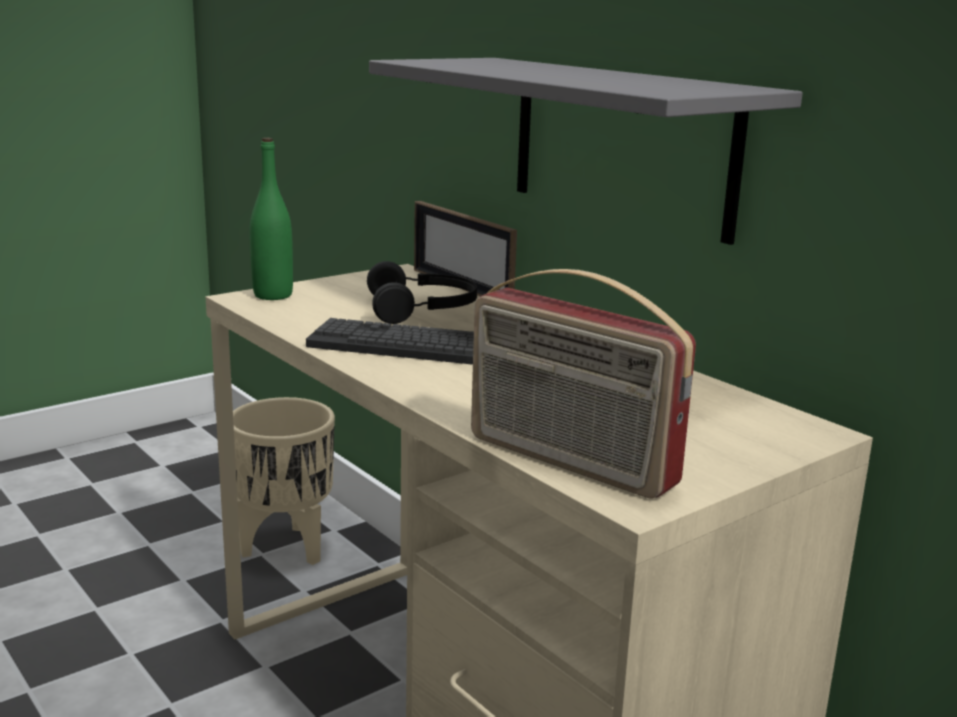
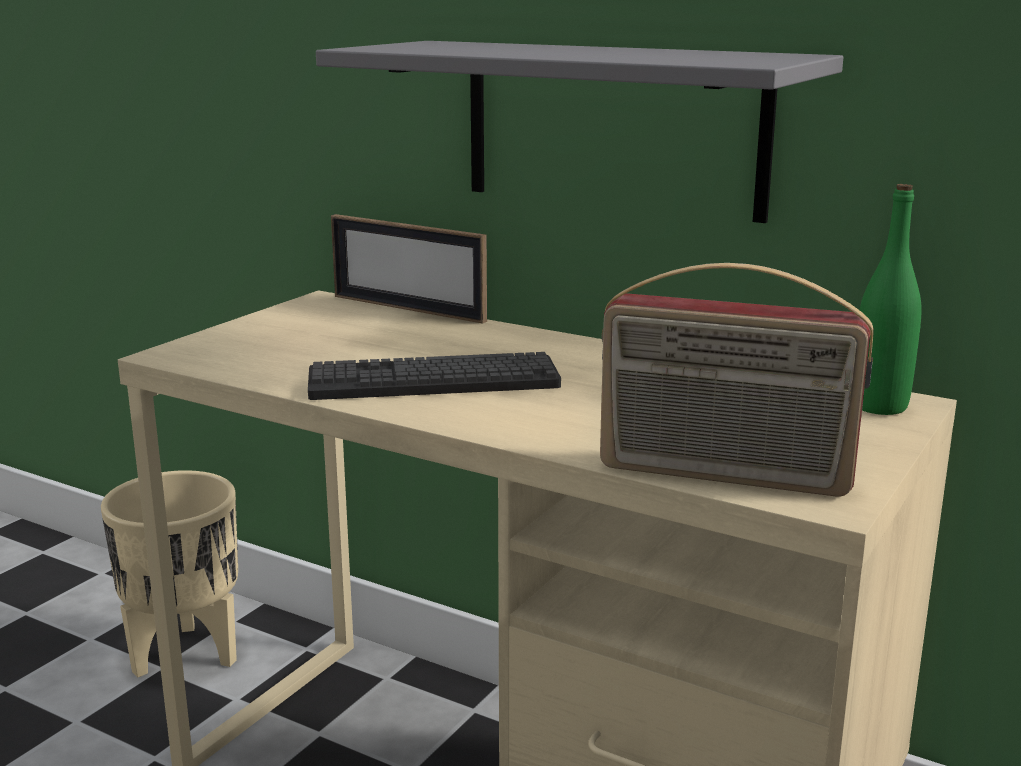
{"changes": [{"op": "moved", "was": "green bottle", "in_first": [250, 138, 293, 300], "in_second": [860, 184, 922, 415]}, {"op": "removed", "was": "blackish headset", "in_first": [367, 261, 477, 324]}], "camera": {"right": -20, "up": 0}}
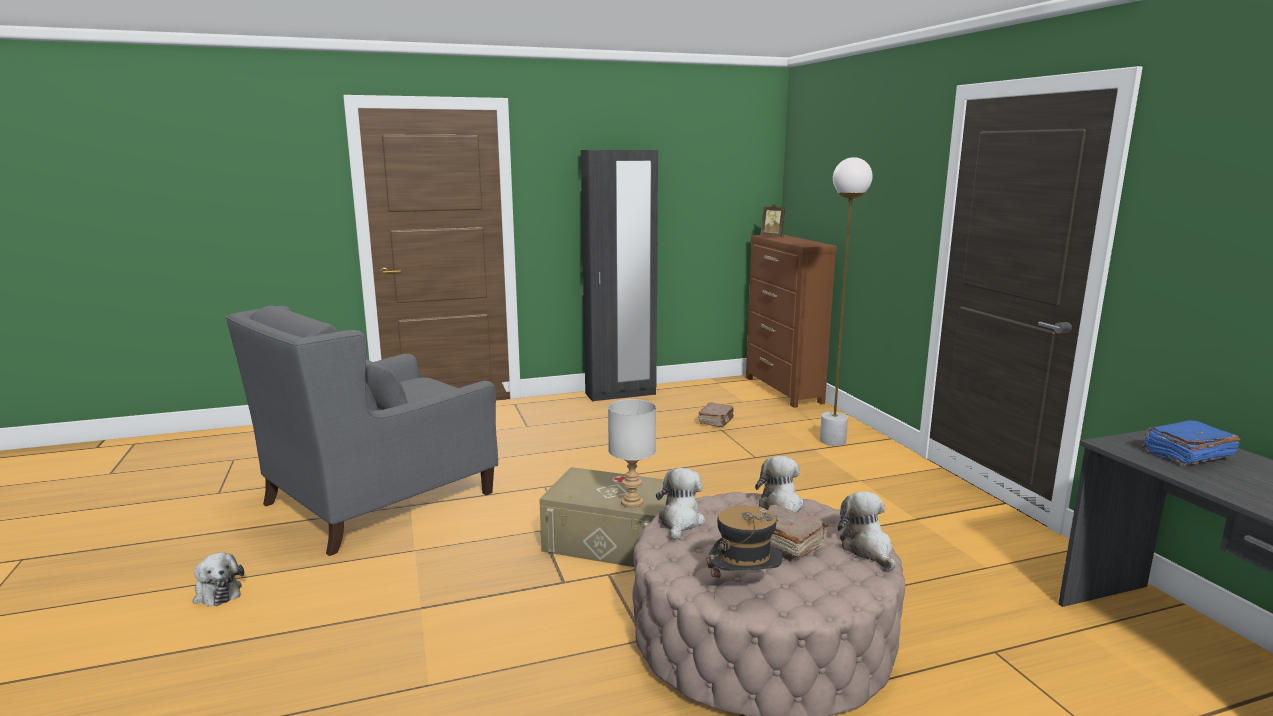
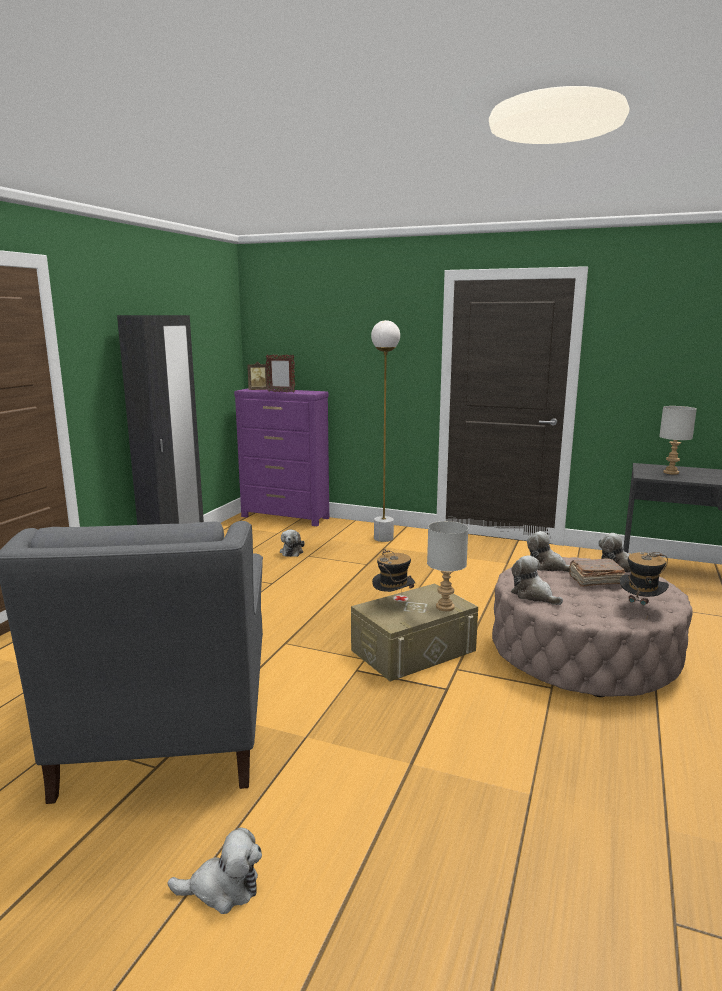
{"changes": [{"op": "recoloured", "was": "brown drawer chest", "now": "purplish drawer chest", "in_first": [746, 234, 837, 408], "in_second": [234, 388, 329, 526]}, {"op": "replaced", "was": "brown volume", "now": "cuddly toy", "in_first": [698, 402, 734, 427], "in_second": [280, 530, 305, 557]}, {"op": "replaced", "was": "blue volume", "now": "gray lamp for a table", "in_first": [1142, 420, 1240, 466], "in_second": [659, 406, 697, 475]}, {"op": "added", "now": "standing frame", "in_second": [265, 354, 295, 393]}, {"op": "added", "now": "clothing hat", "in_second": [372, 549, 415, 592]}], "camera": {"right": -50, "up": 0}}
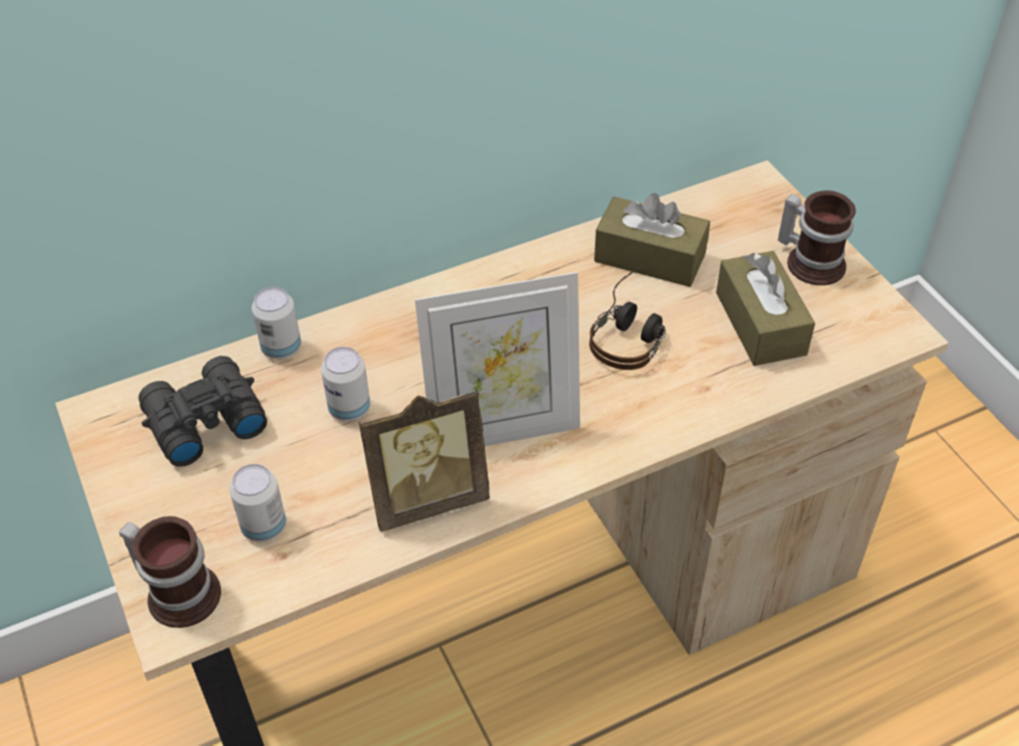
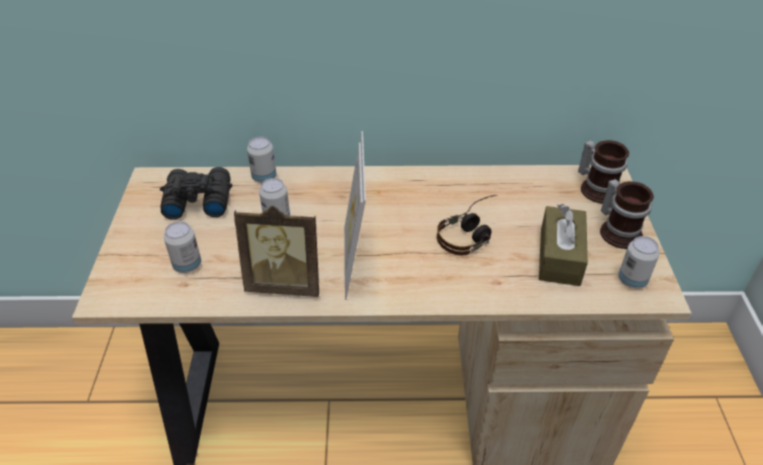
{"changes": [{"op": "removed", "was": "brown tissue box", "in_first": [594, 193, 710, 287]}, {"op": "turned", "was": "standing frame", "in_first": [415, 272, 580, 446], "in_second": [344, 131, 366, 300], "clockwise": 75}, {"op": "moved", "was": "tea mug", "in_first": [119, 516, 221, 628], "in_second": [578, 140, 629, 204]}, {"op": "added", "now": "sealed can", "in_second": [618, 236, 660, 289]}], "camera": {"right": 25, "up": -5}}
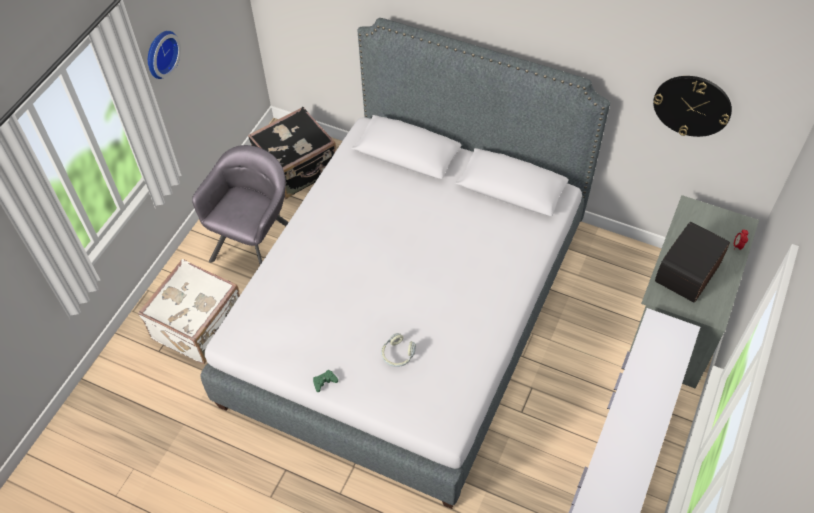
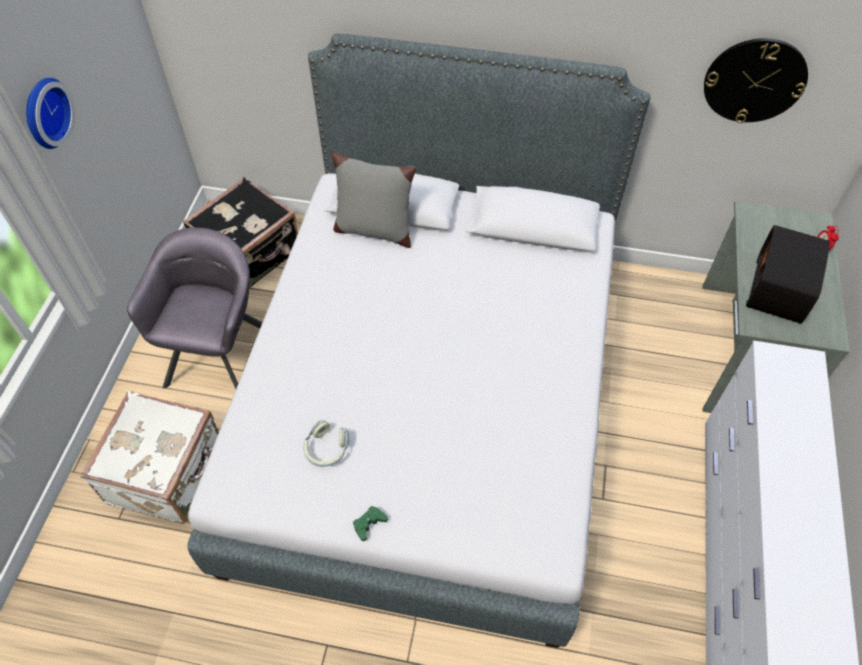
{"changes": [{"op": "moved", "was": "headset", "in_first": [381, 333, 416, 367], "in_second": [303, 420, 349, 467]}, {"op": "added", "now": "gray throw pillow", "in_second": [332, 152, 416, 248]}], "camera": {"right": -15, "up": 0}}
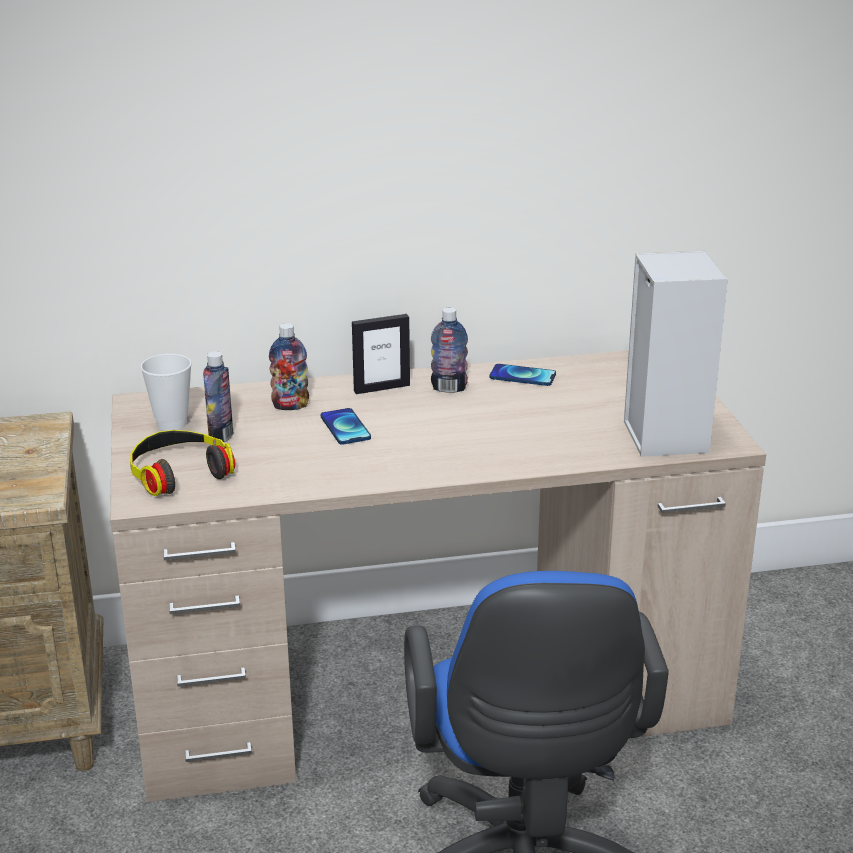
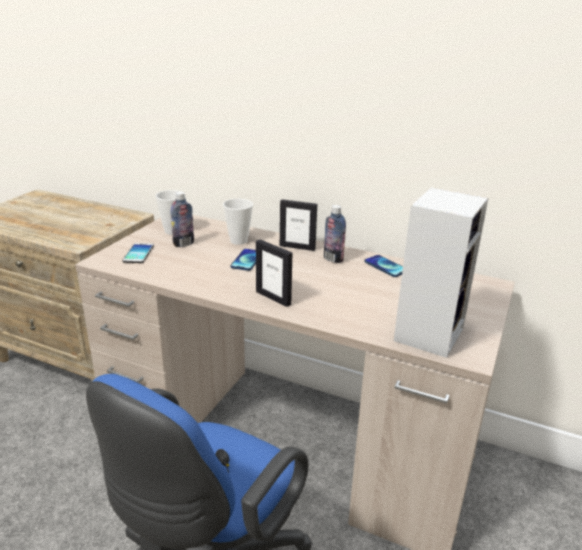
{"changes": [{"op": "replaced", "was": "bottle", "now": "small cup", "in_first": [269, 323, 309, 410], "in_second": [223, 199, 253, 245]}, {"op": "replaced", "was": "headset", "now": "handset", "in_first": [130, 430, 235, 496], "in_second": [123, 243, 154, 263]}, {"op": "added", "now": "standing frame", "in_second": [256, 240, 292, 307]}], "camera": {"right": 35, "up": 0}}
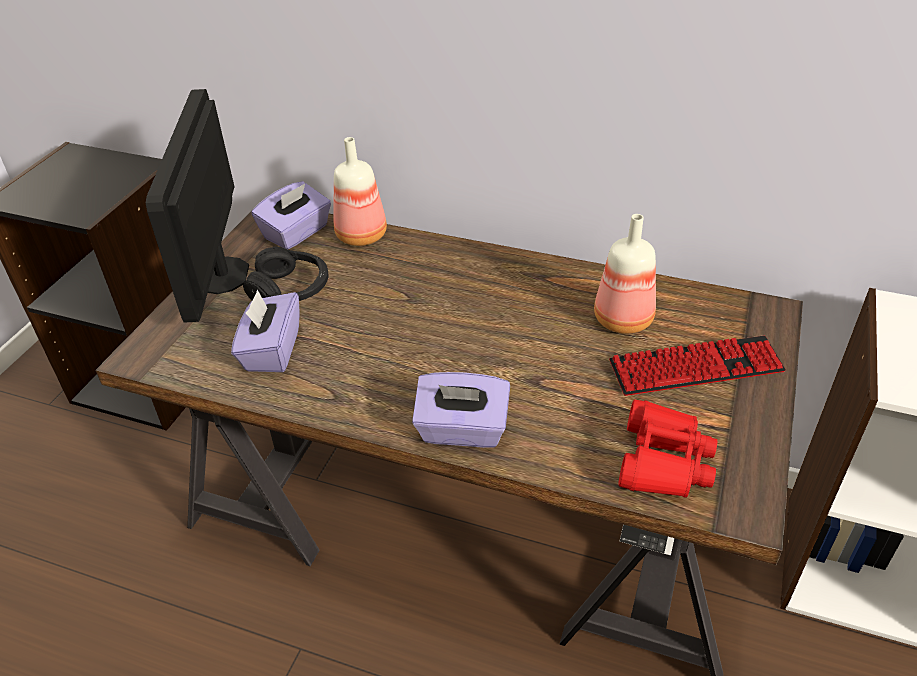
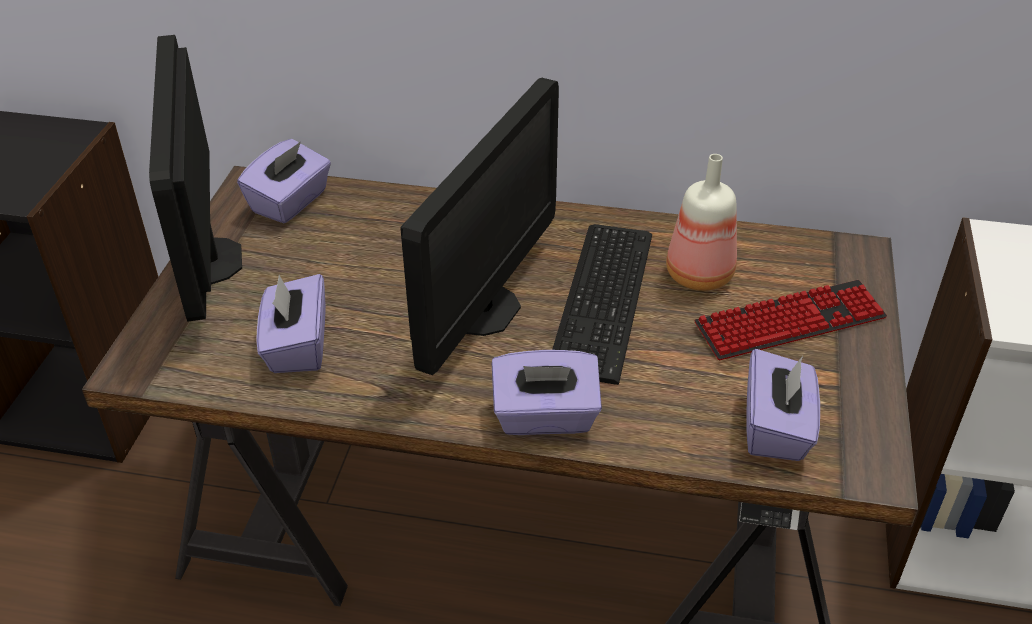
{"changes": [{"op": "removed", "was": "bottle", "in_first": [333, 137, 387, 246]}, {"op": "removed", "was": "blackish headset", "in_first": [243, 247, 328, 301]}, {"op": "replaced", "was": "reddish pair of binoculars", "now": "purplish tissue box", "in_first": [618, 399, 717, 498], "in_second": [746, 349, 820, 461]}, {"op": "added", "now": "monitor", "in_second": [400, 78, 559, 375]}, {"op": "added", "now": "computer keyboard", "in_second": [552, 224, 652, 385]}], "camera": {"right": -10, "up": 0}}
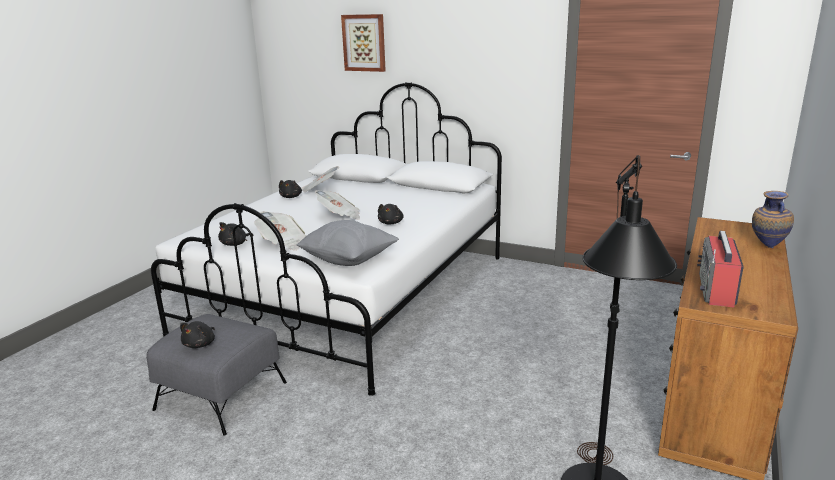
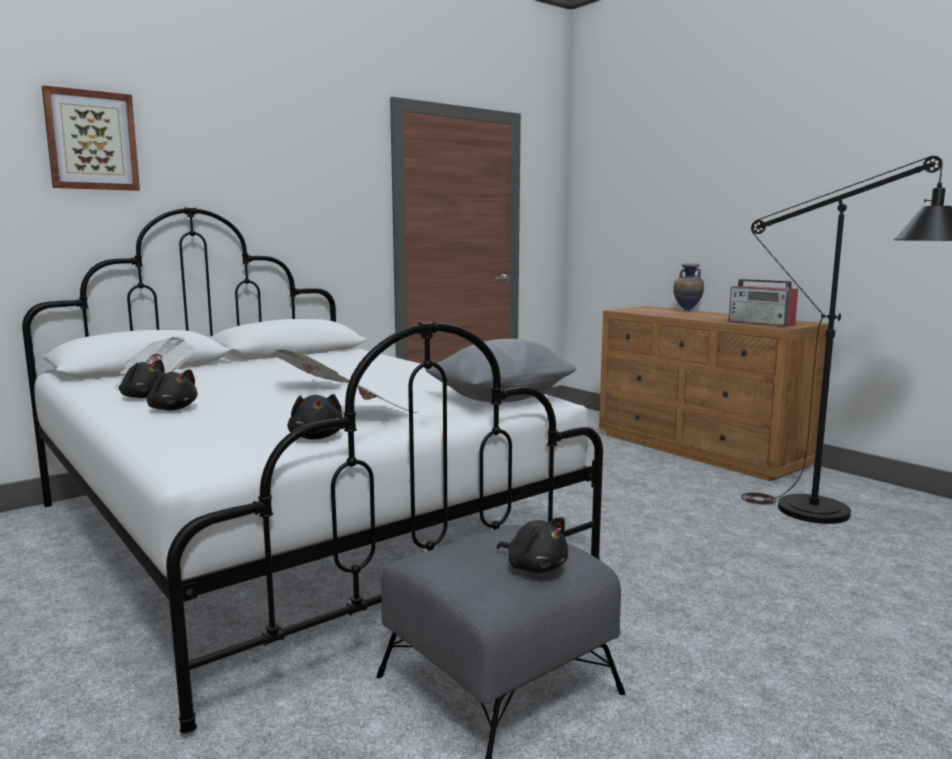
{"changes": [{"op": "moved", "was": "blackish cuddly toy", "in_first": [378, 204, 404, 225], "in_second": [147, 369, 198, 411]}], "camera": {"right": -65, "up": -10}}
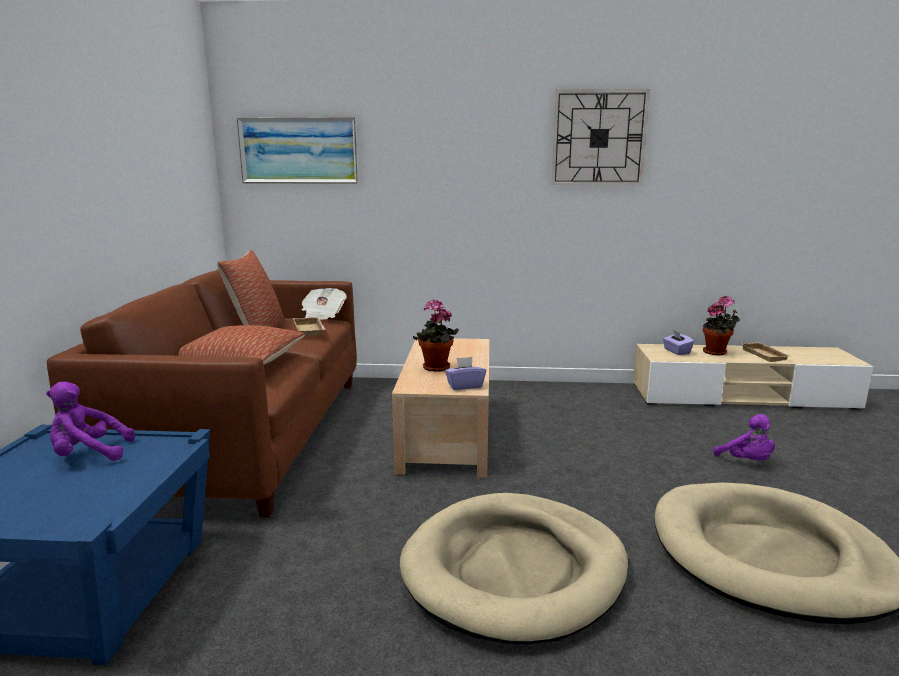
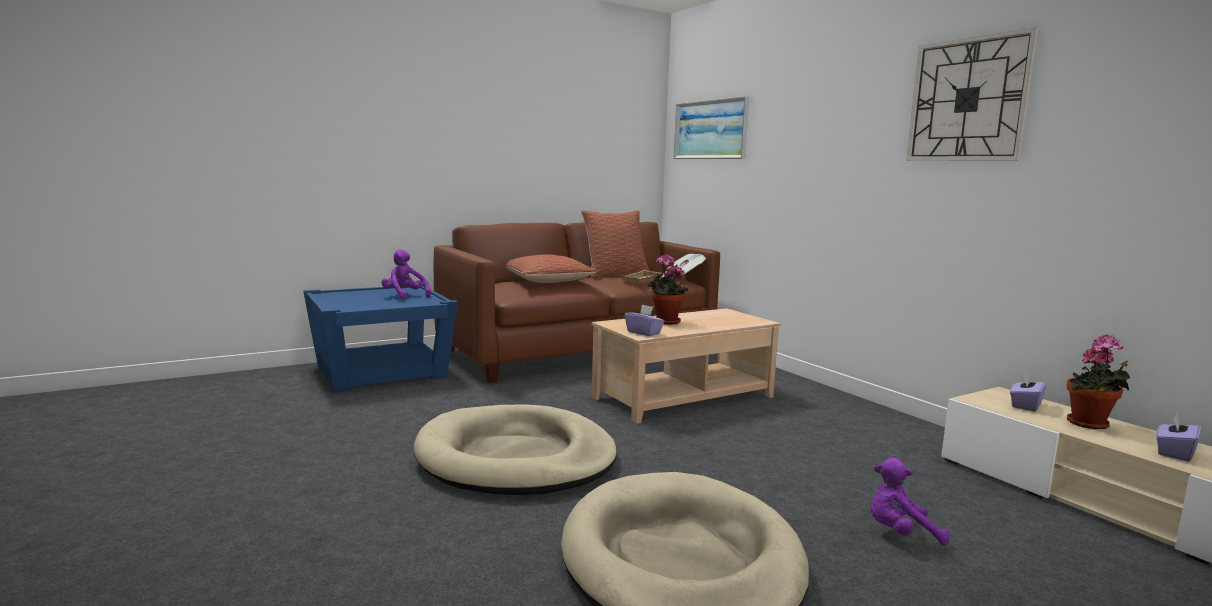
{"changes": [{"op": "replaced", "was": "beige serving tray", "now": "purplish tissue box", "in_first": [741, 342, 790, 362], "in_second": [1156, 413, 1201, 462]}, {"op": "turned", "was": "purplish cuddly toy", "in_first": [713, 414, 775, 461], "in_second": [870, 458, 950, 545], "clockwise": 60}], "camera": {"right": 55, "up": -5}}
